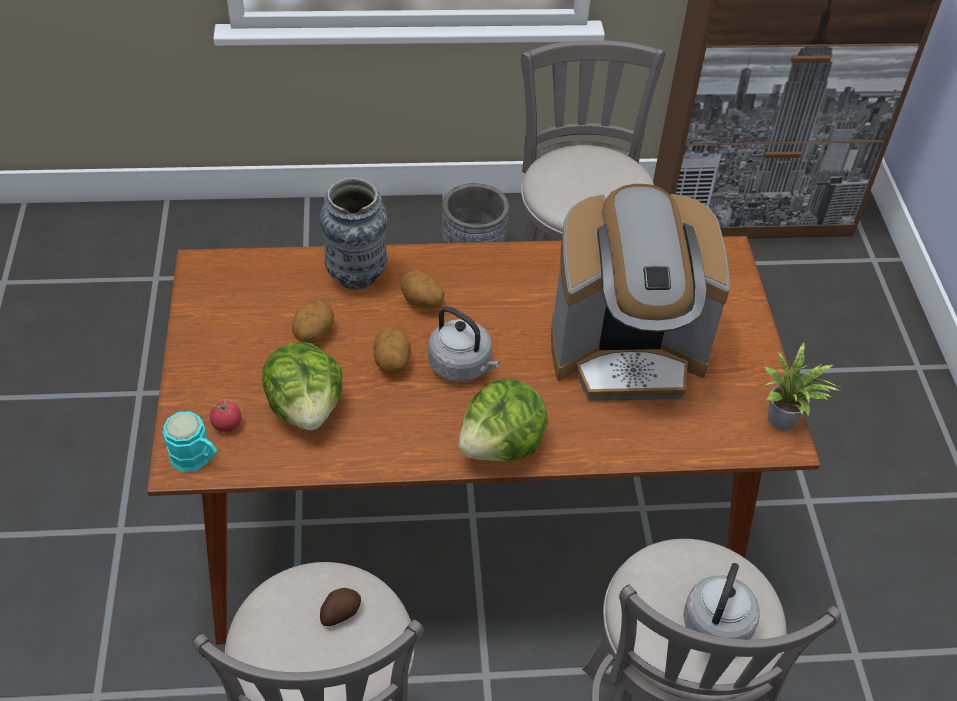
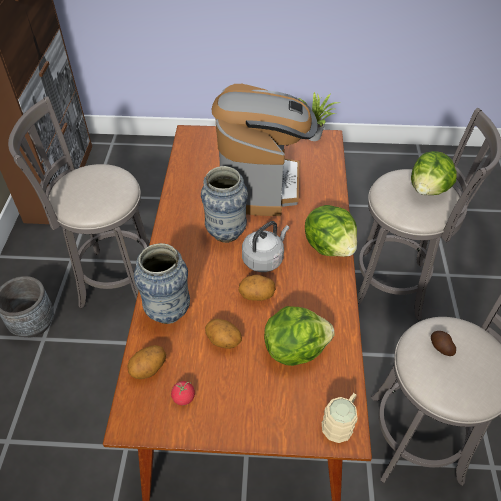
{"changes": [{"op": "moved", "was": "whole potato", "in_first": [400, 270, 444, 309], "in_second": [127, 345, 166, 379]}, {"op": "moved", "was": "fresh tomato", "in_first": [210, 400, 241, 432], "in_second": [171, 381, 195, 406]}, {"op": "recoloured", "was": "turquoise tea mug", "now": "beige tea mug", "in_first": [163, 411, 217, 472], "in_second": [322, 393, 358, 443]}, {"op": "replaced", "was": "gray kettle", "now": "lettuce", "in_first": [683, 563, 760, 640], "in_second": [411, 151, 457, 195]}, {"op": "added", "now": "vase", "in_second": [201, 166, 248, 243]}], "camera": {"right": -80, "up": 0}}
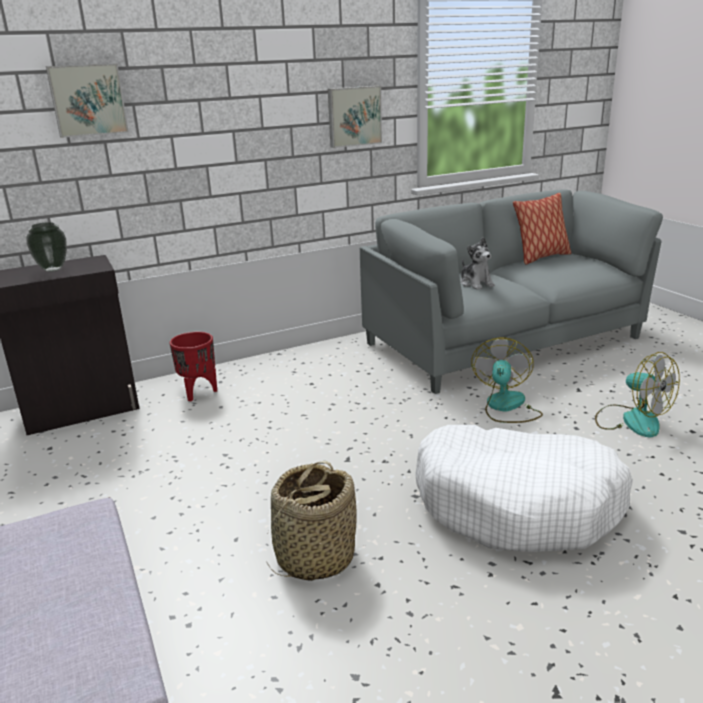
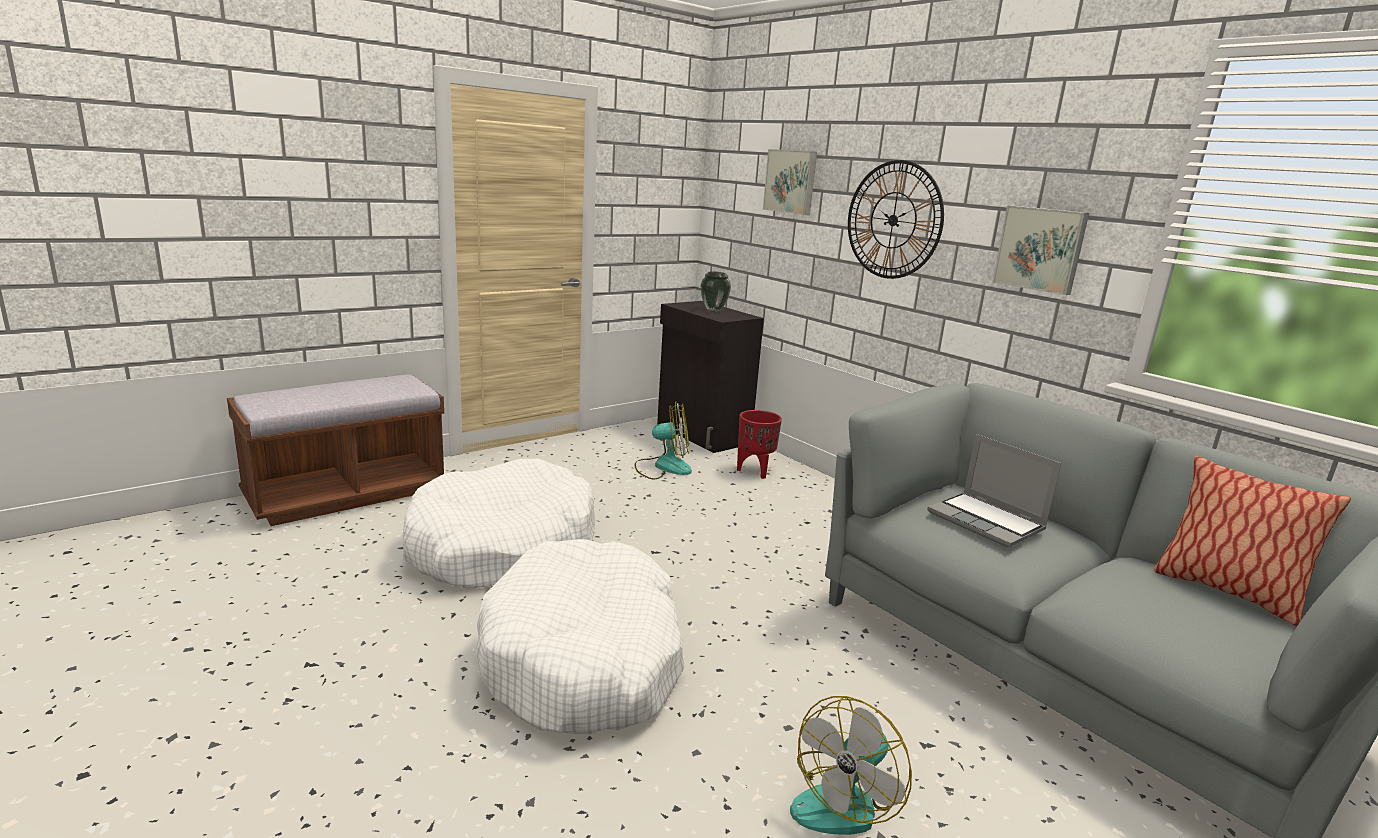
{"changes": [{"op": "replaced", "was": "cuddly toy", "now": "laptop", "in_first": [460, 237, 495, 290], "in_second": [927, 434, 1061, 547]}, {"op": "moved", "was": "electric fan", "in_first": [471, 337, 543, 423], "in_second": [634, 402, 692, 479]}, {"op": "replaced", "was": "household basket", "now": "white dog bed", "in_first": [264, 461, 356, 581], "in_second": [403, 459, 596, 589]}, {"op": "added", "now": "hanging clock", "in_second": [848, 160, 944, 279]}], "camera": {"right": 75, "up": -5}}
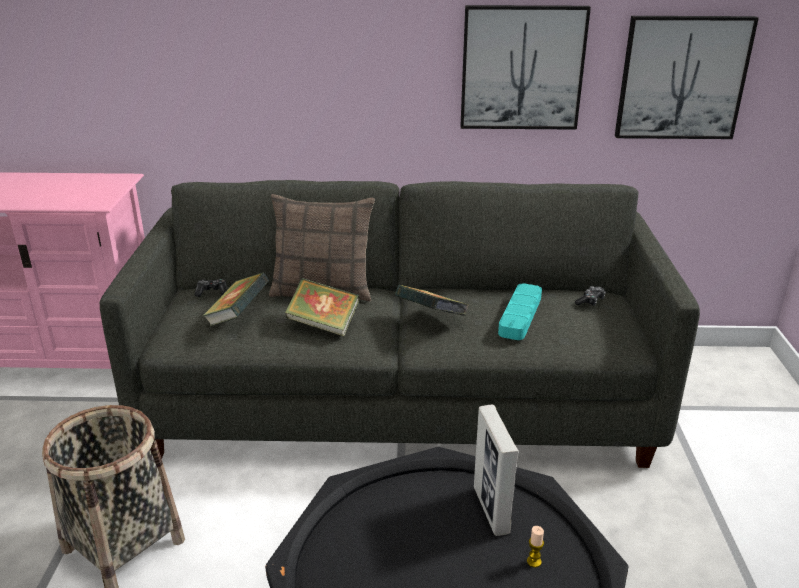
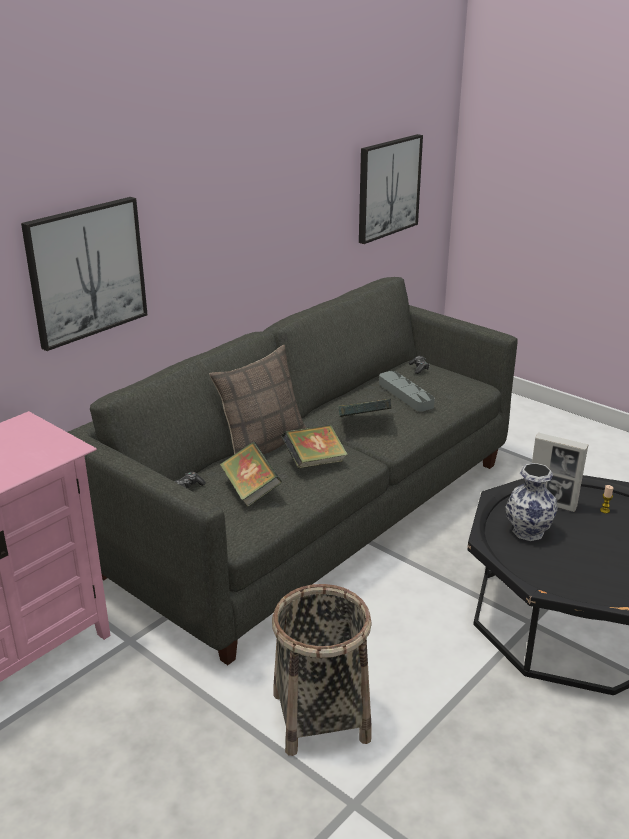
{"changes": [{"op": "moved", "was": "wall art", "in_first": [460, 5, 591, 130], "in_second": [21, 197, 148, 351]}, {"op": "recoloured", "was": "turquoise serving tray", "now": "gray serving tray", "in_first": [498, 283, 542, 340], "in_second": [379, 371, 435, 412]}, {"op": "added", "now": "vase", "in_second": [505, 463, 558, 541]}], "camera": {"right": -50, "up": 0}}
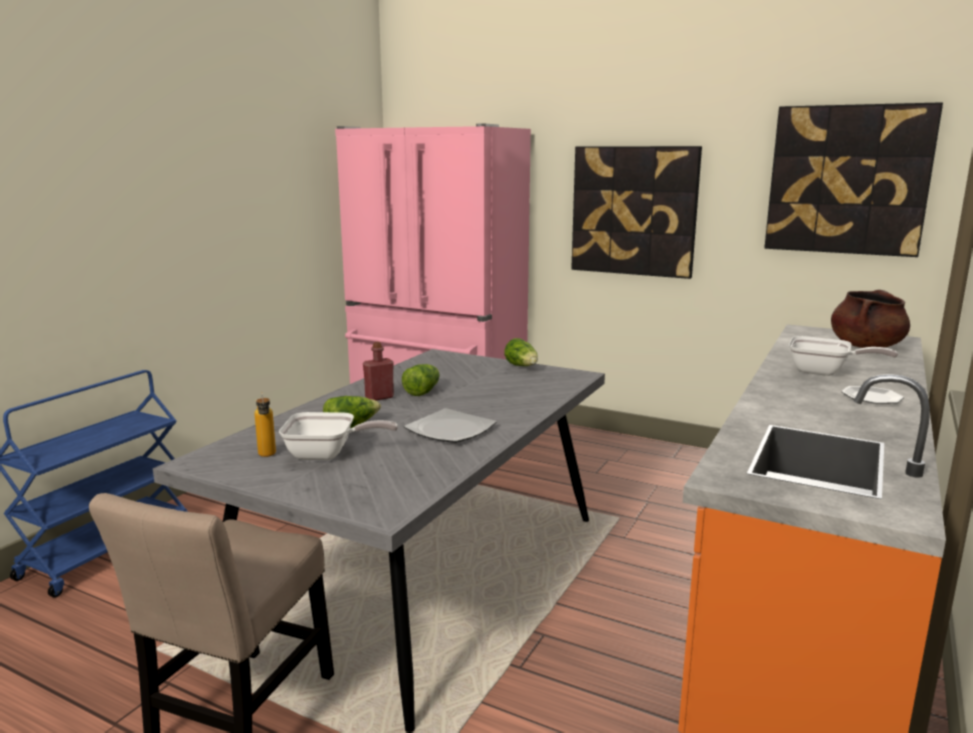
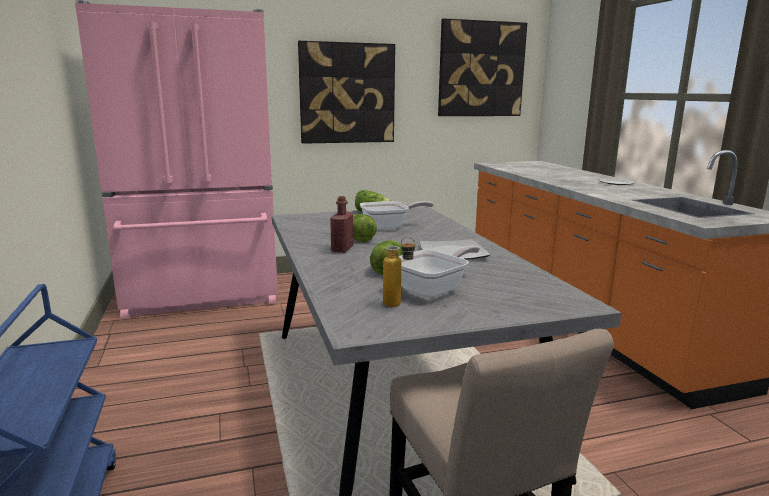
{"changes": [{"op": "removed", "was": "brown saucepot", "in_first": [831, 290, 910, 348]}, {"op": "moved", "was": "frying pan", "in_first": [789, 336, 898, 376], "in_second": [360, 201, 433, 230]}], "camera": {"right": -45, "up": 0}}
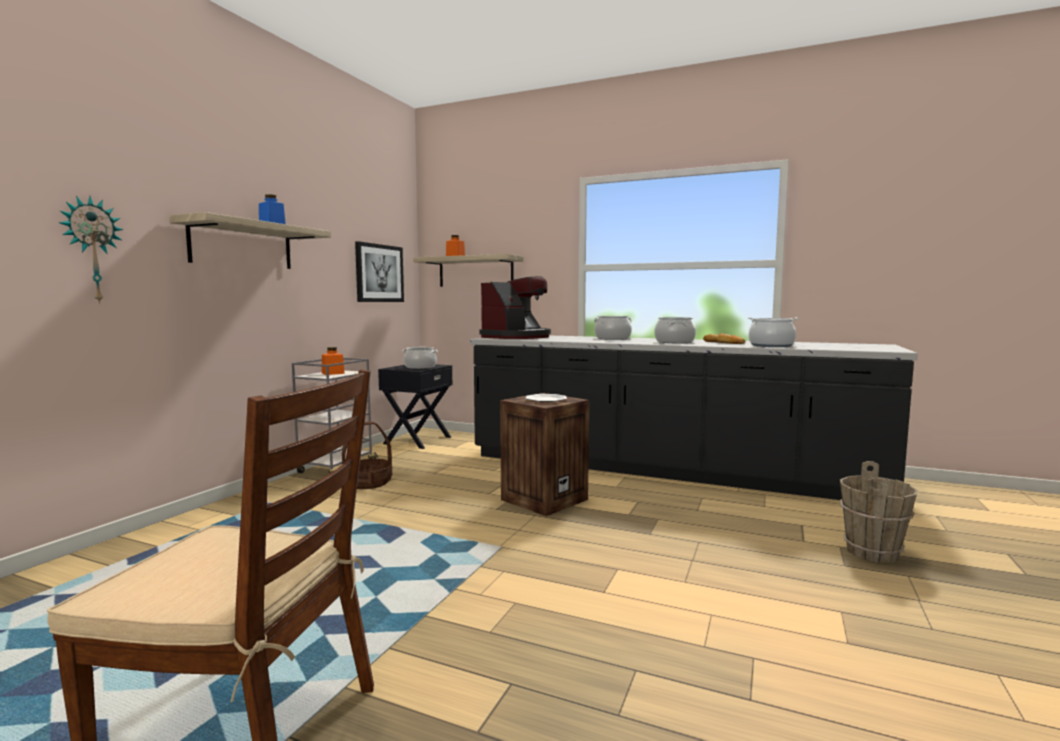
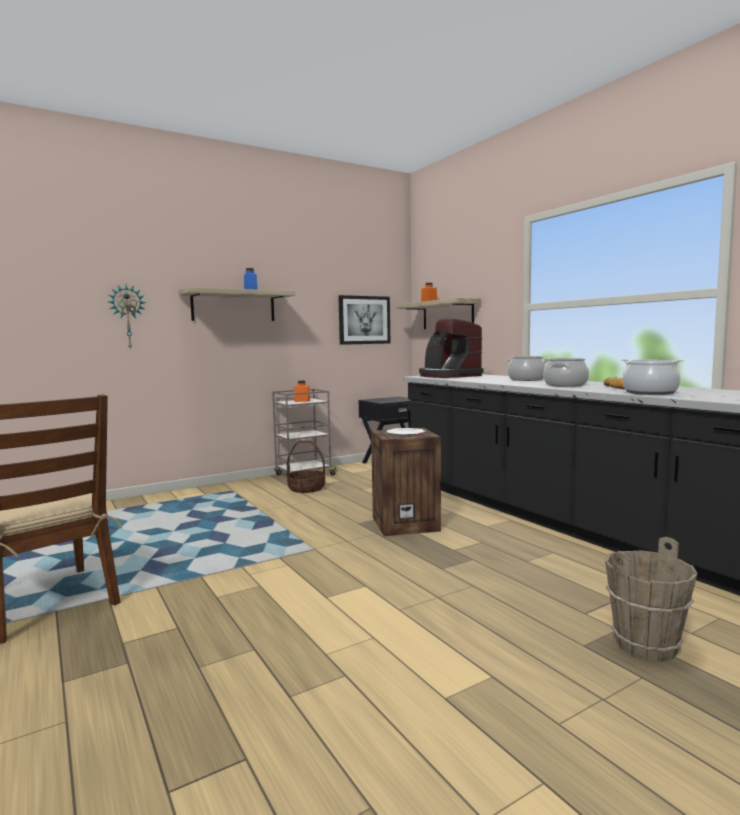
{"changes": [{"op": "turned", "was": "coffee maker", "in_first": [479, 276, 551, 339], "in_second": [419, 319, 483, 378], "clockwise": 75}, {"op": "removed", "was": "saucepot", "in_first": [402, 347, 438, 369]}], "camera": {"right": 35, "up": 0}}
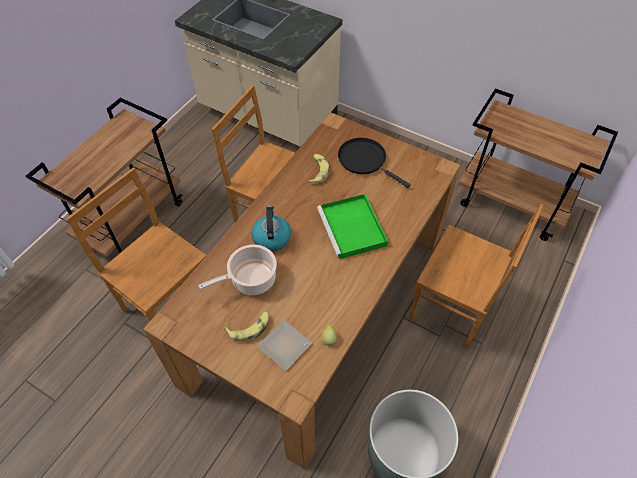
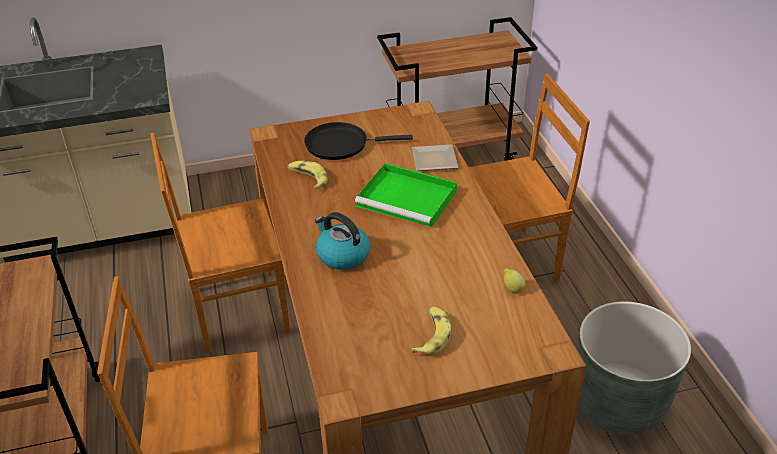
{"changes": [{"op": "removed", "was": "saucepot", "in_first": [198, 245, 277, 295]}, {"op": "moved", "was": "dinner plate", "in_first": [257, 320, 312, 371], "in_second": [412, 145, 458, 171]}], "camera": {"right": -45, "up": -15}}
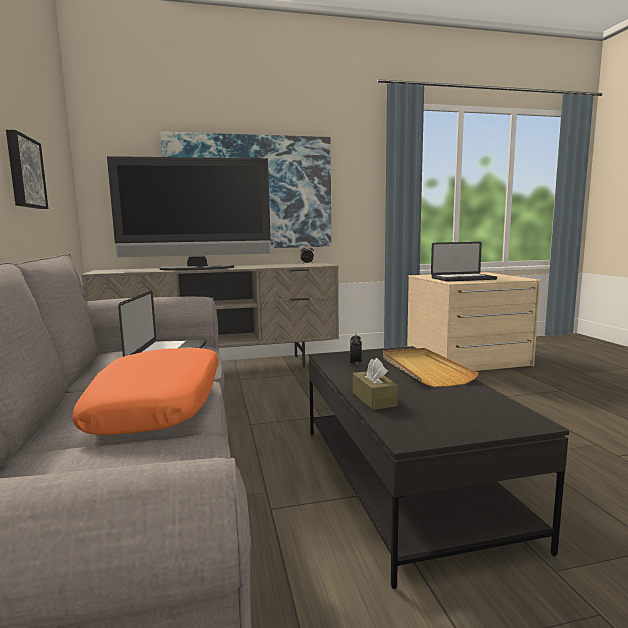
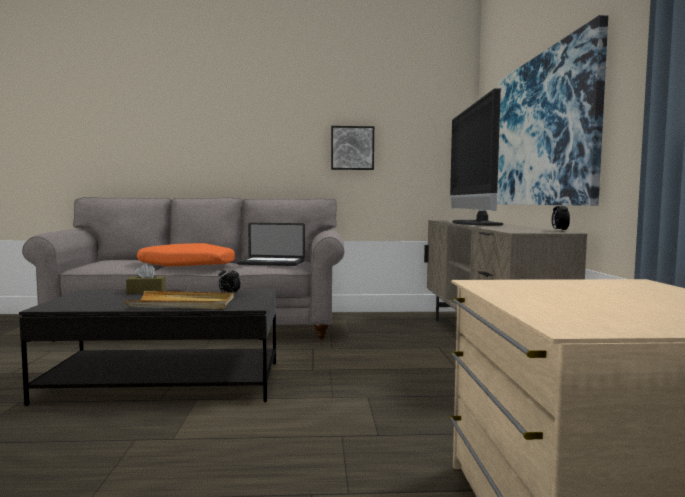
{"changes": [{"op": "removed", "was": "laptop", "in_first": [431, 242, 497, 281]}], "camera": {"right": 100, "up": -5}}
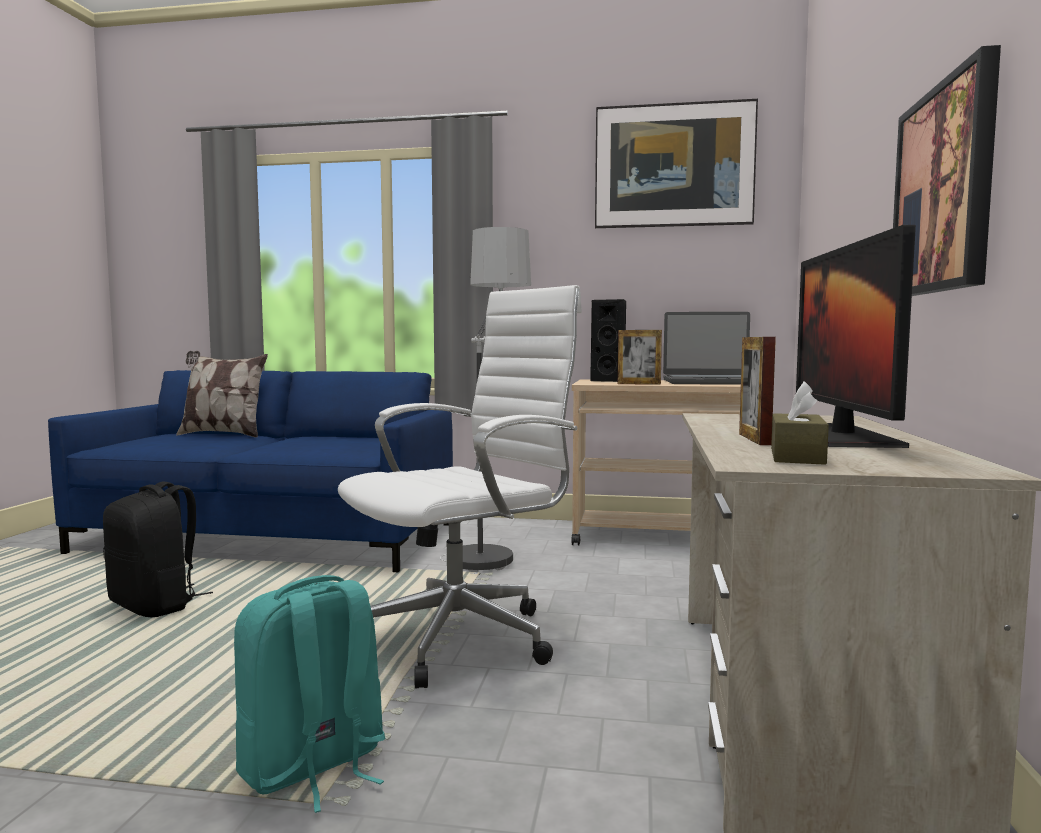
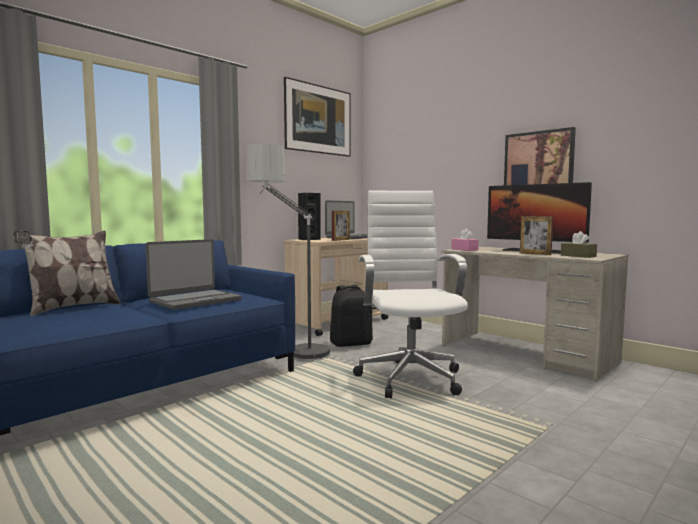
{"changes": [{"op": "moved", "was": "blackish knapsack", "in_first": [103, 481, 213, 617], "in_second": [330, 285, 373, 347]}, {"op": "removed", "was": "turquoise knapsack", "in_first": [234, 575, 385, 813]}, {"op": "added", "now": "pinkish tissue box", "in_second": [451, 229, 479, 251]}, {"op": "added", "now": "laptop", "in_second": [146, 239, 242, 310]}], "camera": {"right": -55, "up": 0}}
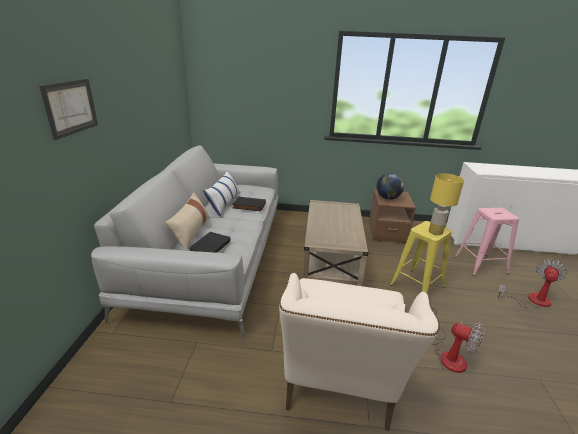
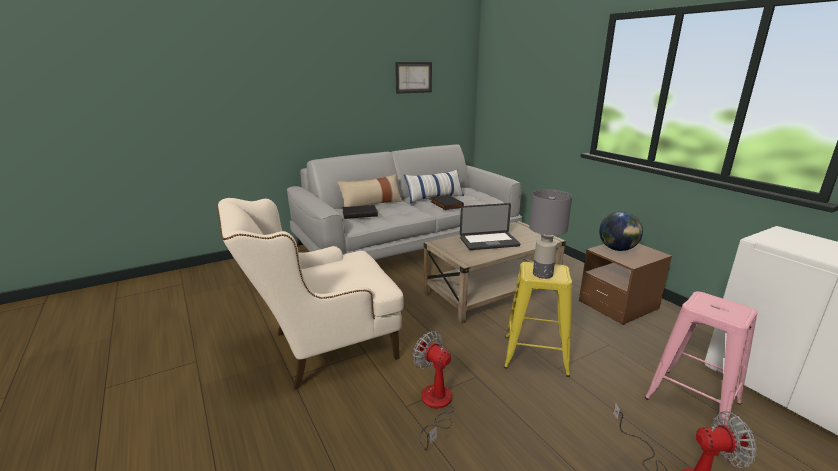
{"changes": [{"op": "moved", "was": "wall art", "in_first": [39, 79, 98, 140], "in_second": [395, 62, 432, 94]}, {"op": "recoloured", "was": "yellow-coloured lamp for a table", "now": "gray lamp for a table", "in_first": [429, 173, 464, 235], "in_second": [529, 189, 572, 279]}, {"op": "turned", "was": "electric fan", "in_first": [432, 303, 485, 373], "in_second": [413, 331, 455, 450], "clockwise": 135}, {"op": "added", "now": "laptop", "in_second": [460, 203, 520, 250]}], "camera": {"right": 55, "up": -5}}
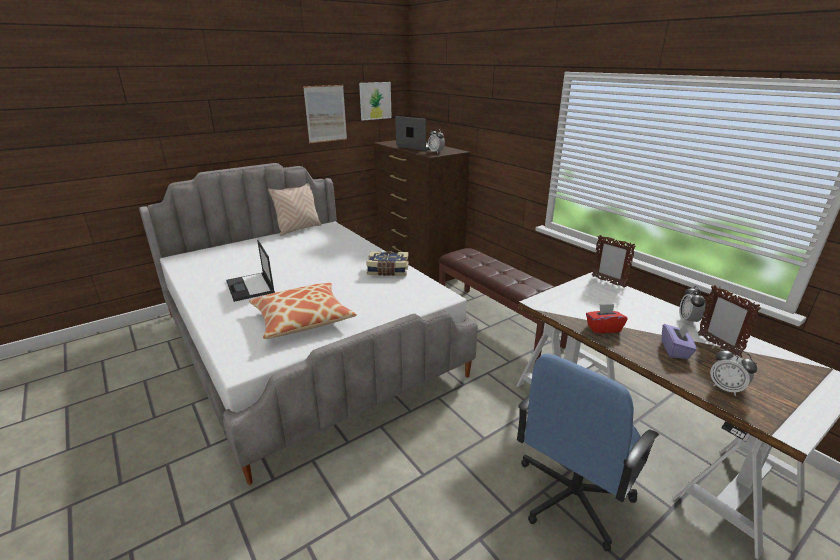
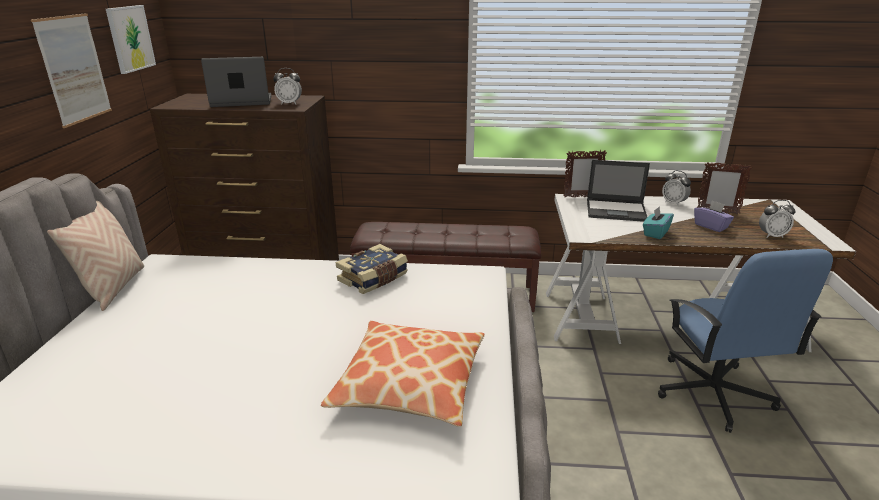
{"changes": [{"op": "moved", "was": "laptop", "in_first": [226, 240, 275, 302], "in_second": [587, 160, 650, 222]}, {"op": "recoloured", "was": "reddish tissue box", "now": "turquoise tissue box", "in_first": [586, 304, 627, 333], "in_second": [643, 207, 674, 239]}], "camera": {"right": -50, "up": 0}}
